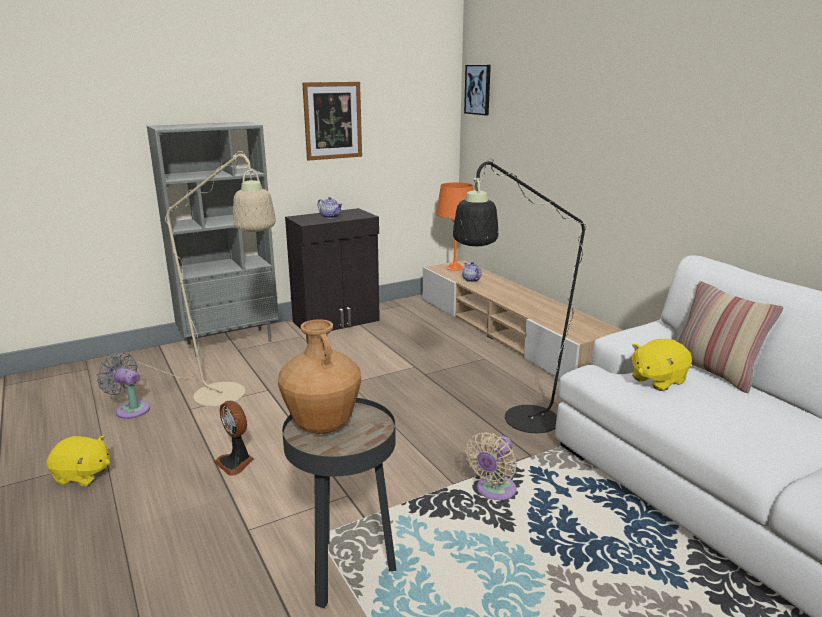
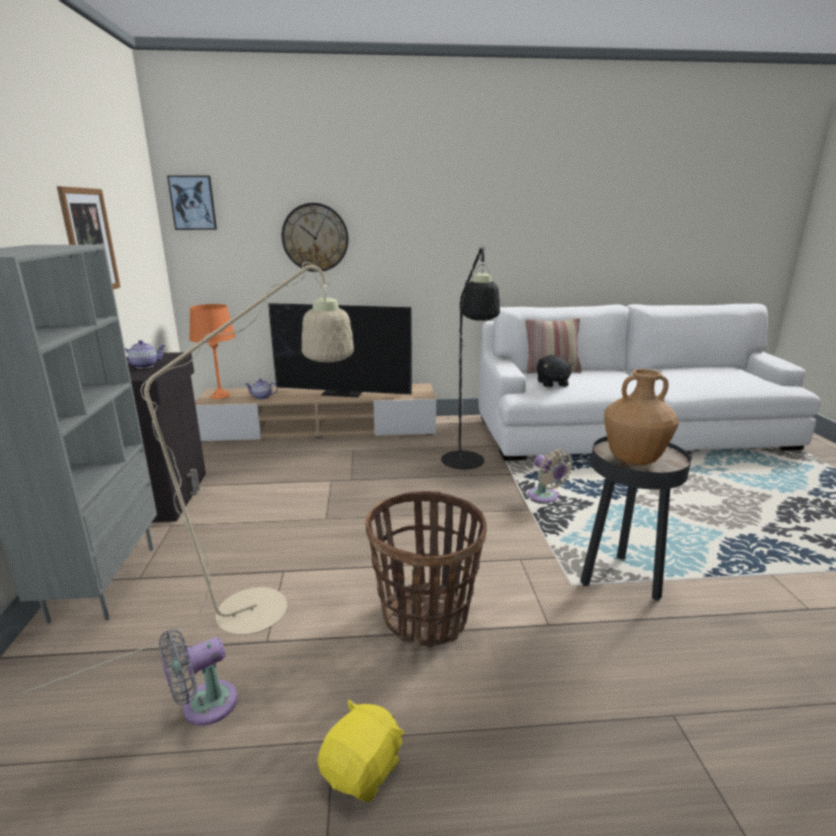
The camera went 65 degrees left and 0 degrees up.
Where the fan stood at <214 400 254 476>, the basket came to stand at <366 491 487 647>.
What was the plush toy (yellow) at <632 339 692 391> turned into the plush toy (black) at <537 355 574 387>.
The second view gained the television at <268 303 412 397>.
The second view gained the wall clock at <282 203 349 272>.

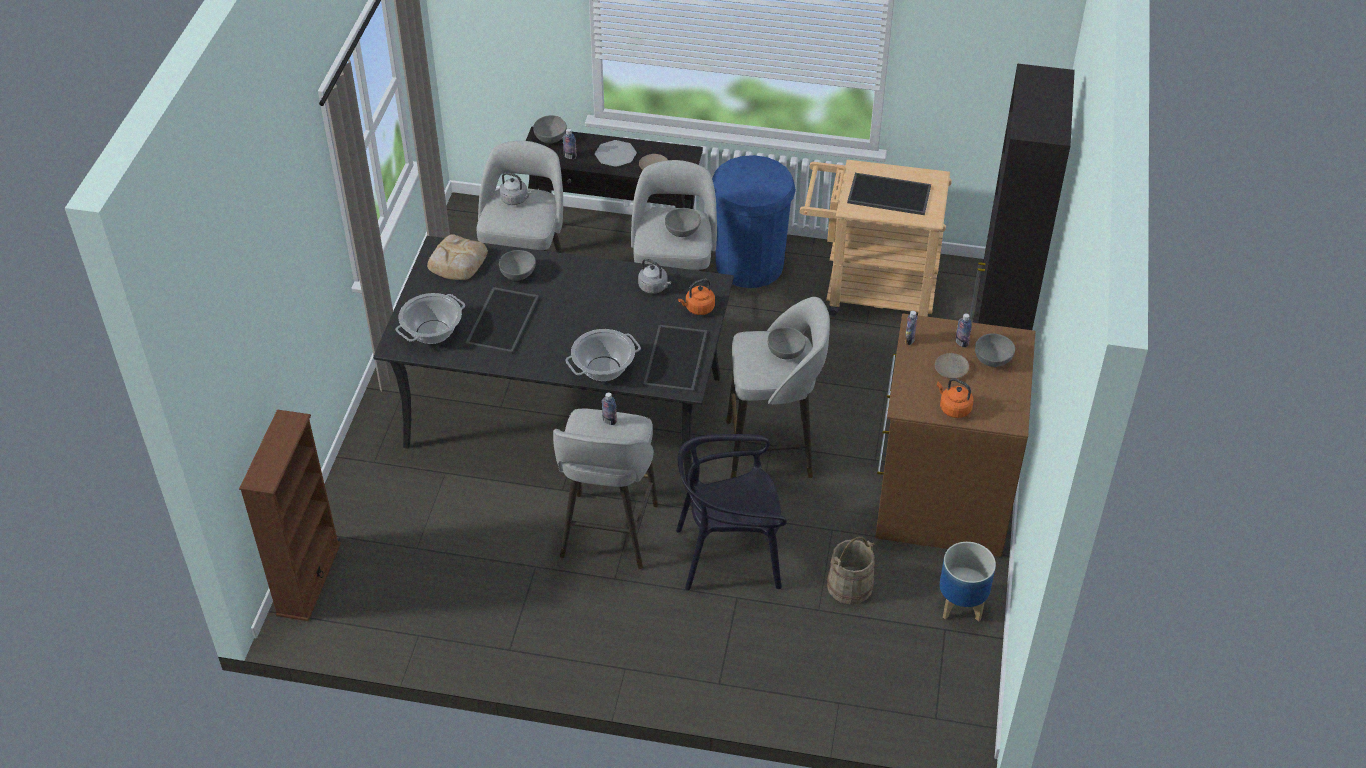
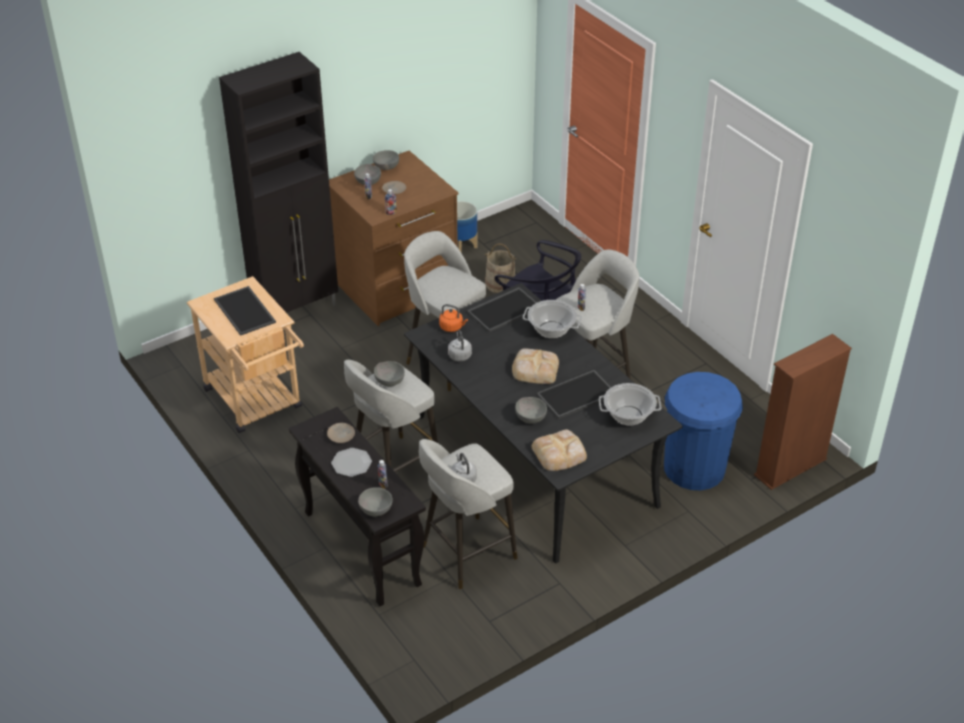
The camera went 135 degrees left and 5 degrees down.
The trash can (blue) ended up elsewhere, having gone from <712 155 796 288> to <664 372 743 490>.
The bowl (grey) ended up elsewhere, having gone from <768 327 806 360> to <373 150 399 170>.
The second view lost the kettle (orange) at <937 378 973 418>.
The second view gained the bread at <512 348 559 384>.

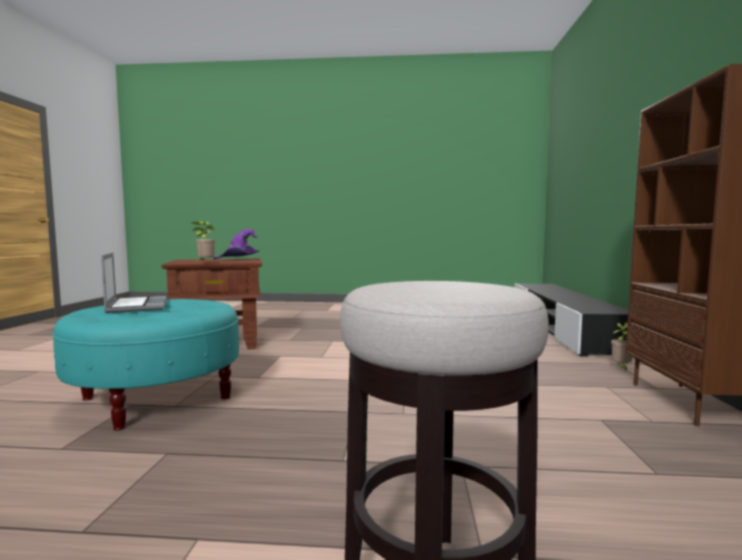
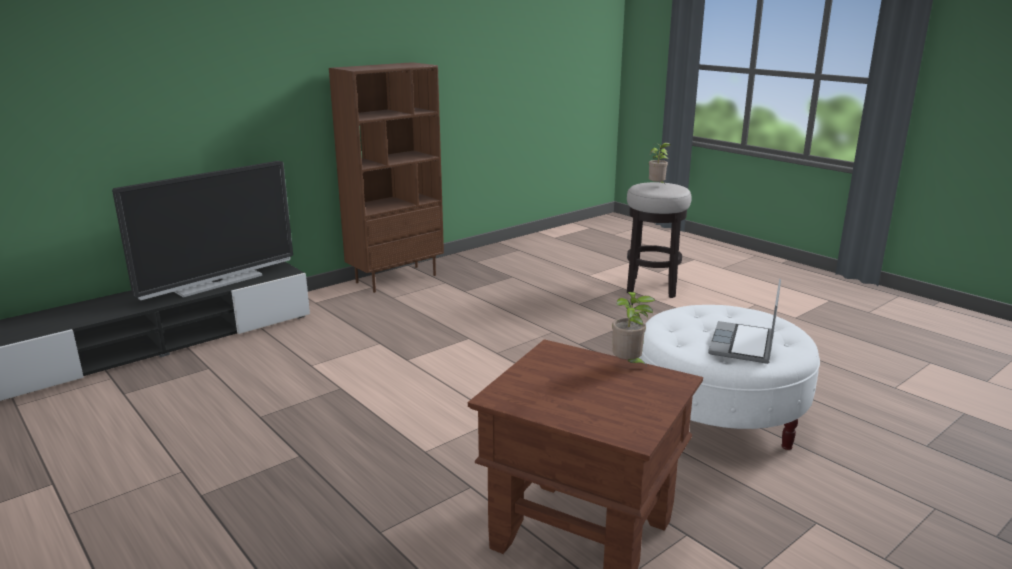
The camera went 135 degrees left and 15 degrees up.
What was the ottoman (turquoise) at <52 299 239 431> turned into the ottoman (white) at <639 305 820 450>.
The second view lost the hat (purple) at <213 229 259 259>.
The potted plant ended up elsewhere, having gone from <611 323 632 372> to <649 143 670 184>.
The second view gained the television at <112 161 293 300>.

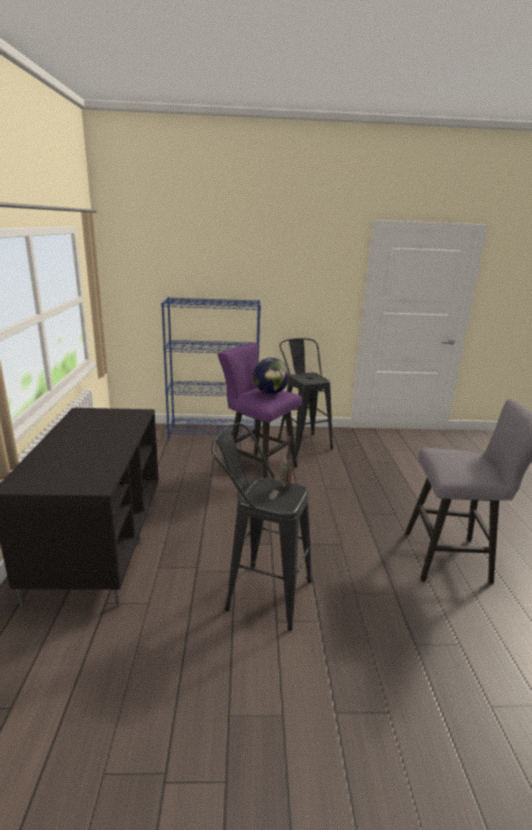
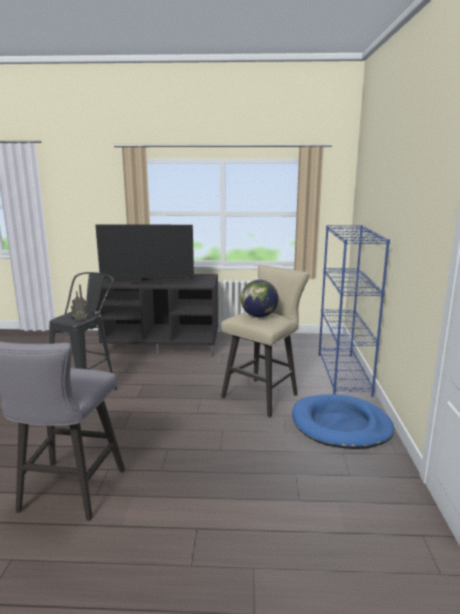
The camera went 95 degrees right and 5 degrees down.
What was the stool (purple) at <218 342 302 478> turned into the stool (beige) at <221 265 310 417>.
Where the stool (black) stood at <278 338 333 456>, the dog bed (blue) came to stand at <292 394 394 449>.
The second view gained the television at <95 224 194 284>.

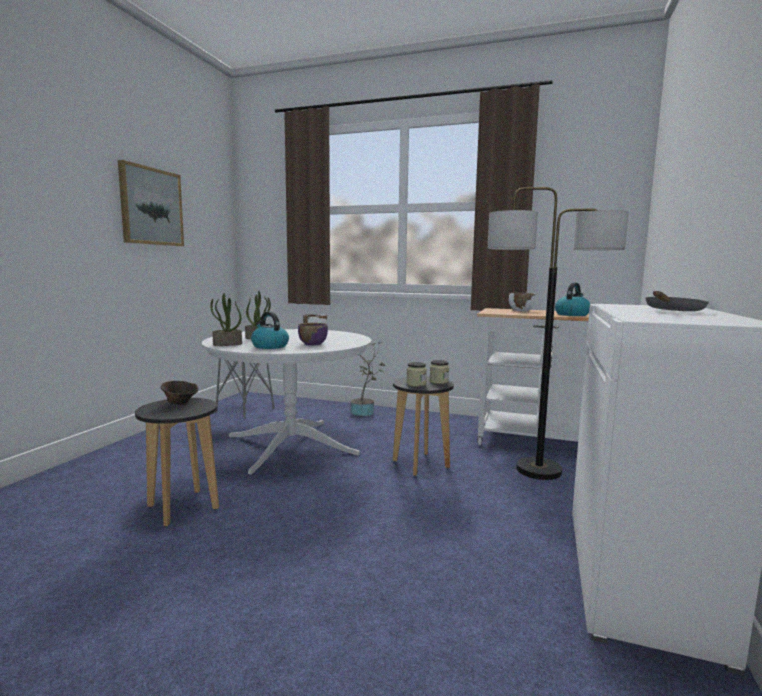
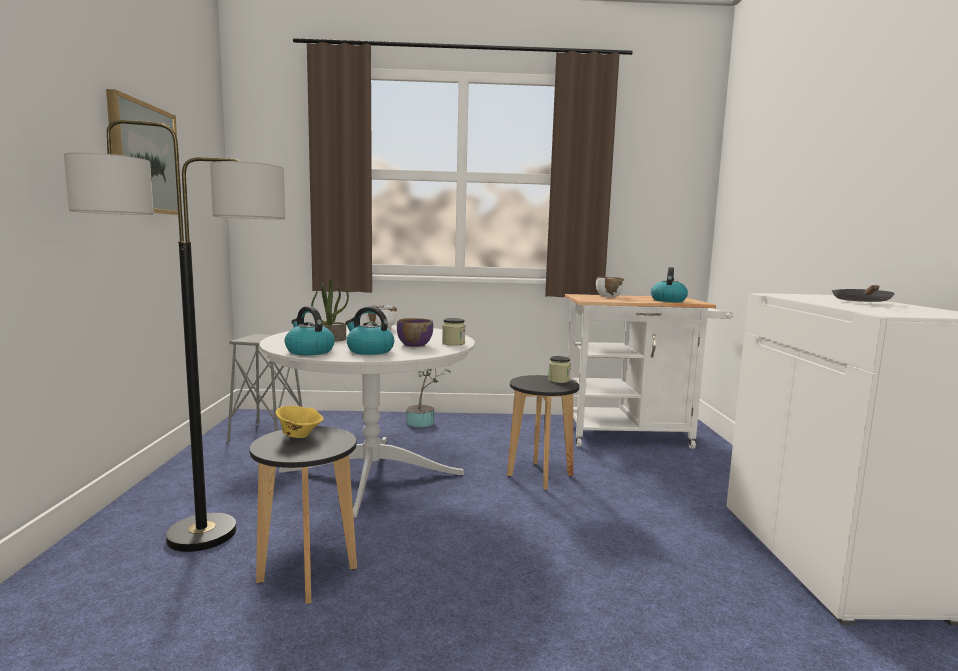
The camera went 20 degrees left and 0 degrees up.
What was the bowl (brown) at <161 381 198 405> turned into the bowl (yellow) at <276 406 324 438>.
Where the potted plant stood at <210 293 242 346>, the kettle came to stand at <285 306 335 355>.
The jar ended up elsewhere, having gone from <407 362 427 387> to <442 318 466 346>.
The floor lamp ended up elsewhere, having gone from <488 187 629 480> to <64 120 285 552>.

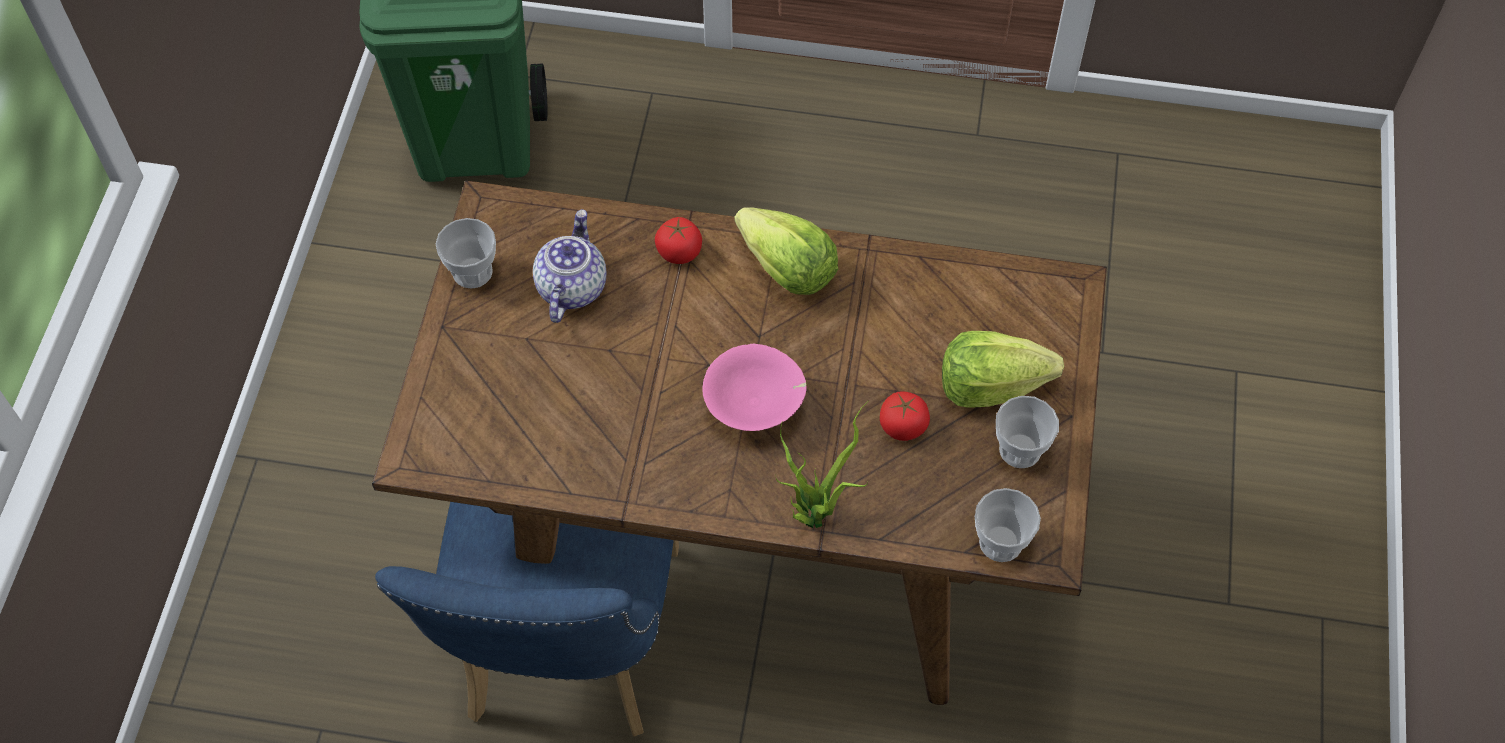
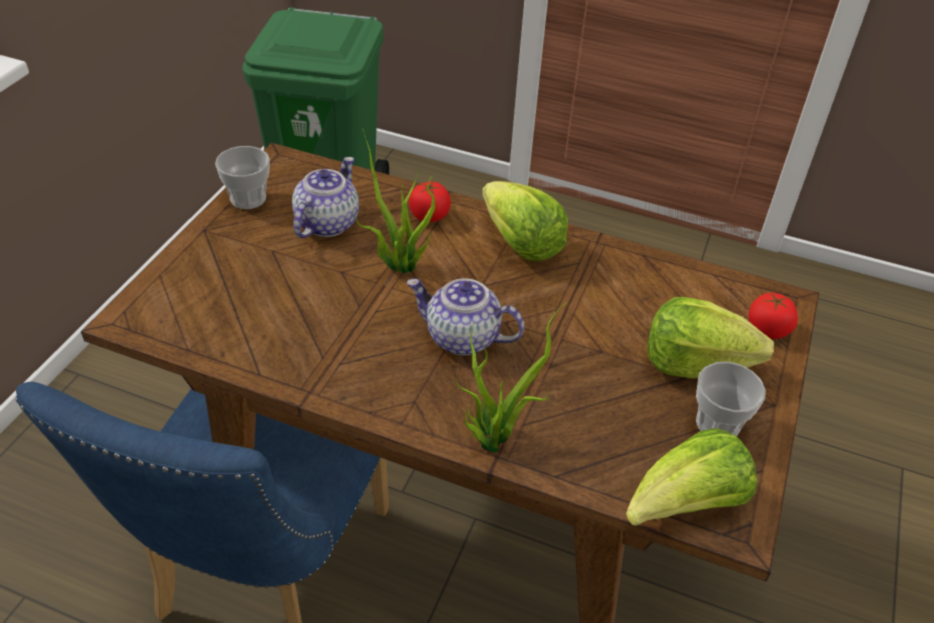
The camera went 10 degrees right and 15 degrees down.
Where the bowl (pink) stood at <702 344 807 431>, the teapot came to stand at <407 278 524 355>.
The tomato ended up elsewhere, having gone from <880 391 930 441> to <748 292 798 339>.
Where the cup stood at <975 488 1041 562>, the lettuce came to stand at <626 428 757 526>.
The second view gained the potted plant at <353 128 435 273>.

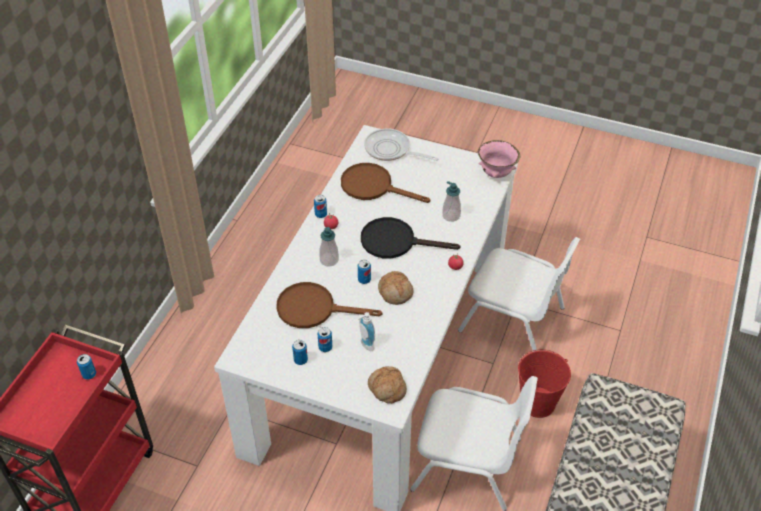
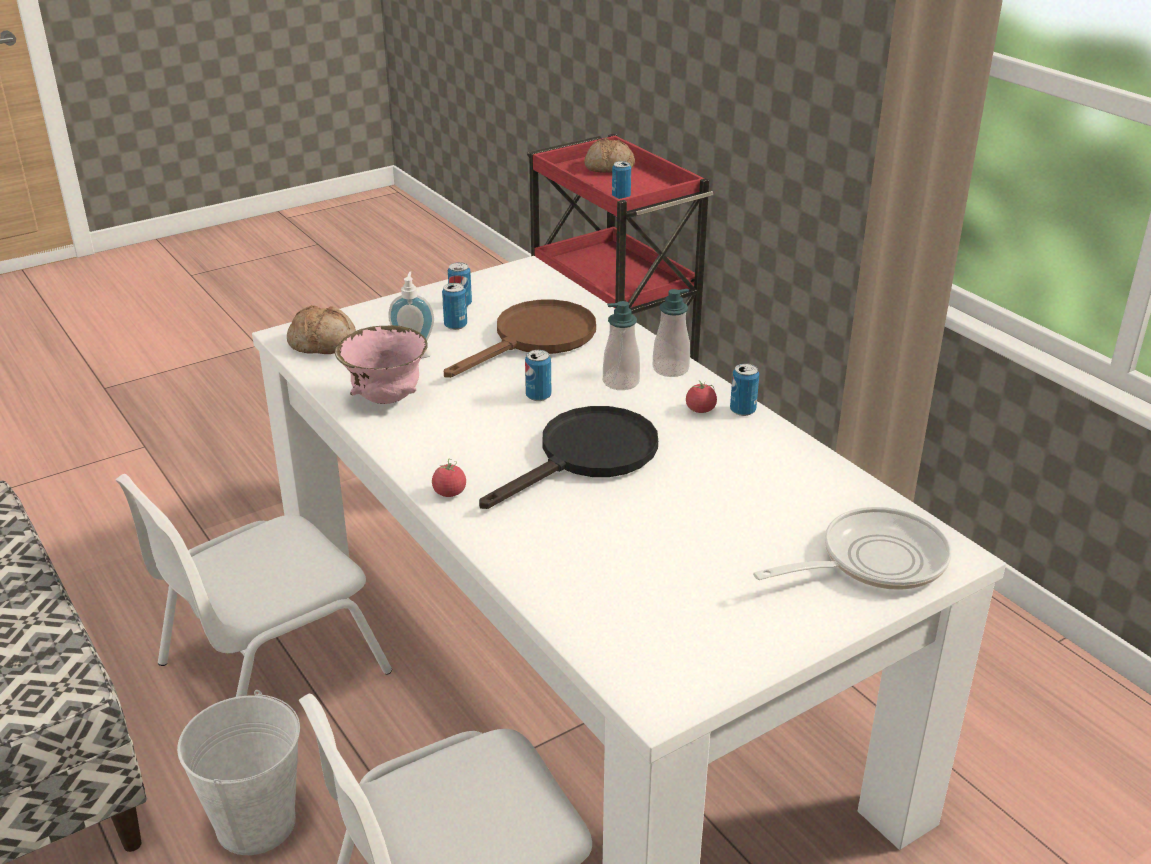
The camera went 125 degrees right and 15 degrees down.
The second view lost the frying pan (brown) at <341 163 430 203>.
The bread ended up elsewhere, having gone from <378 271 414 305> to <584 138 635 173>.
The soap dispenser ended up elsewhere, having gone from <442 181 461 222> to <653 289 690 377>.
The bowl (pink) ended up elsewhere, having gone from <478 140 520 178> to <335 325 428 404>.
What was the bucket (red) at <518 349 571 418> turned into the bucket (white) at <177 690 300 855>.

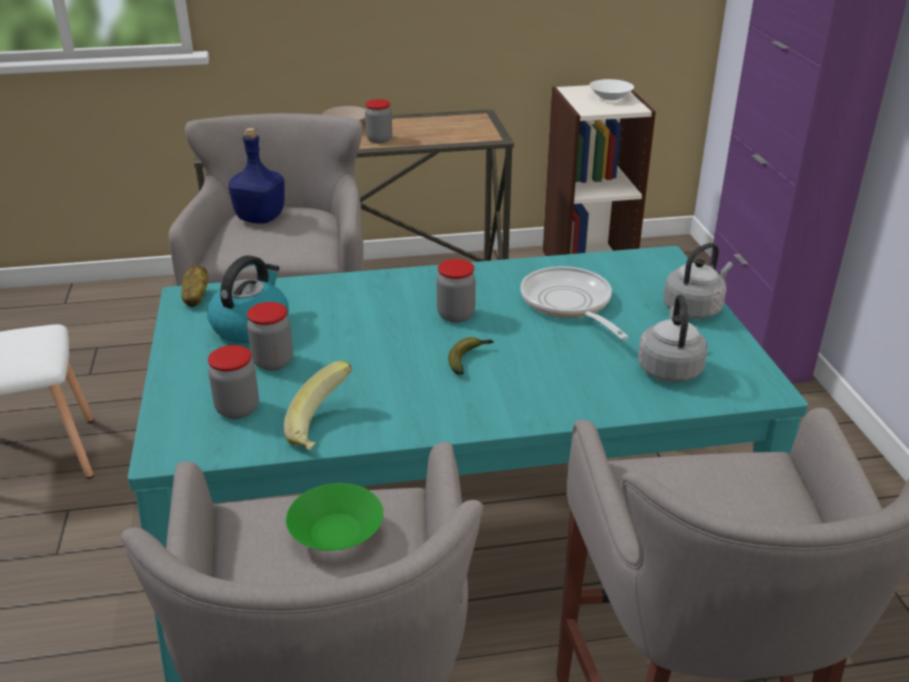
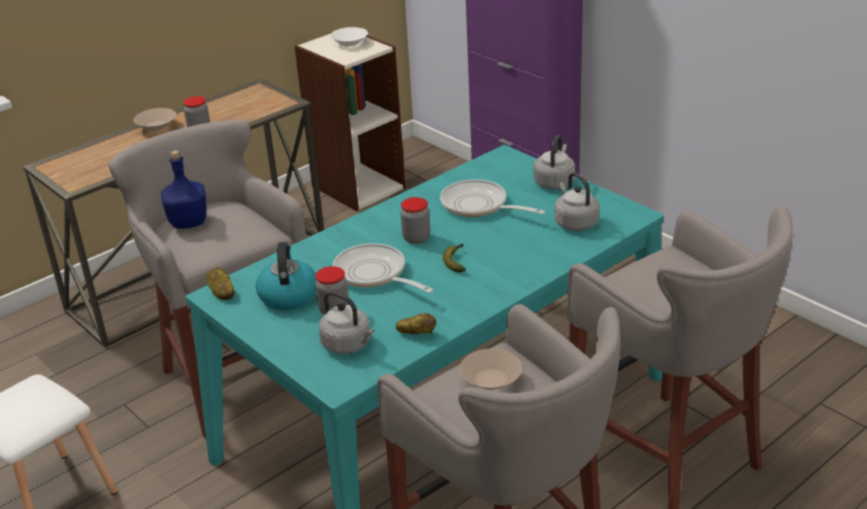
The camera went 30 degrees left and 0 degrees up.
Where the jar stood at <208 345 259 419>, the kettle (grey) came to stand at <318 291 374 354>.
Where the banana stood at <283 361 352 451>, the potato came to stand at <396 313 436 334>.
What was the bowl (green) at <286 483 383 551> turned into the bowl (beige) at <459 349 522 390>.
The second view gained the frying pan at <333 243 434 293>.

